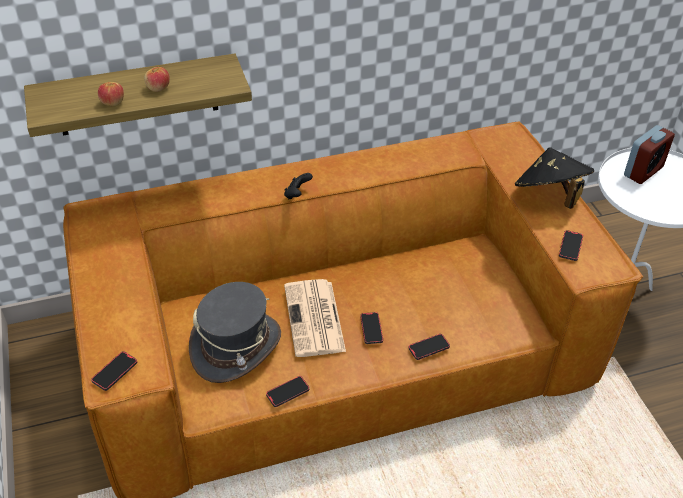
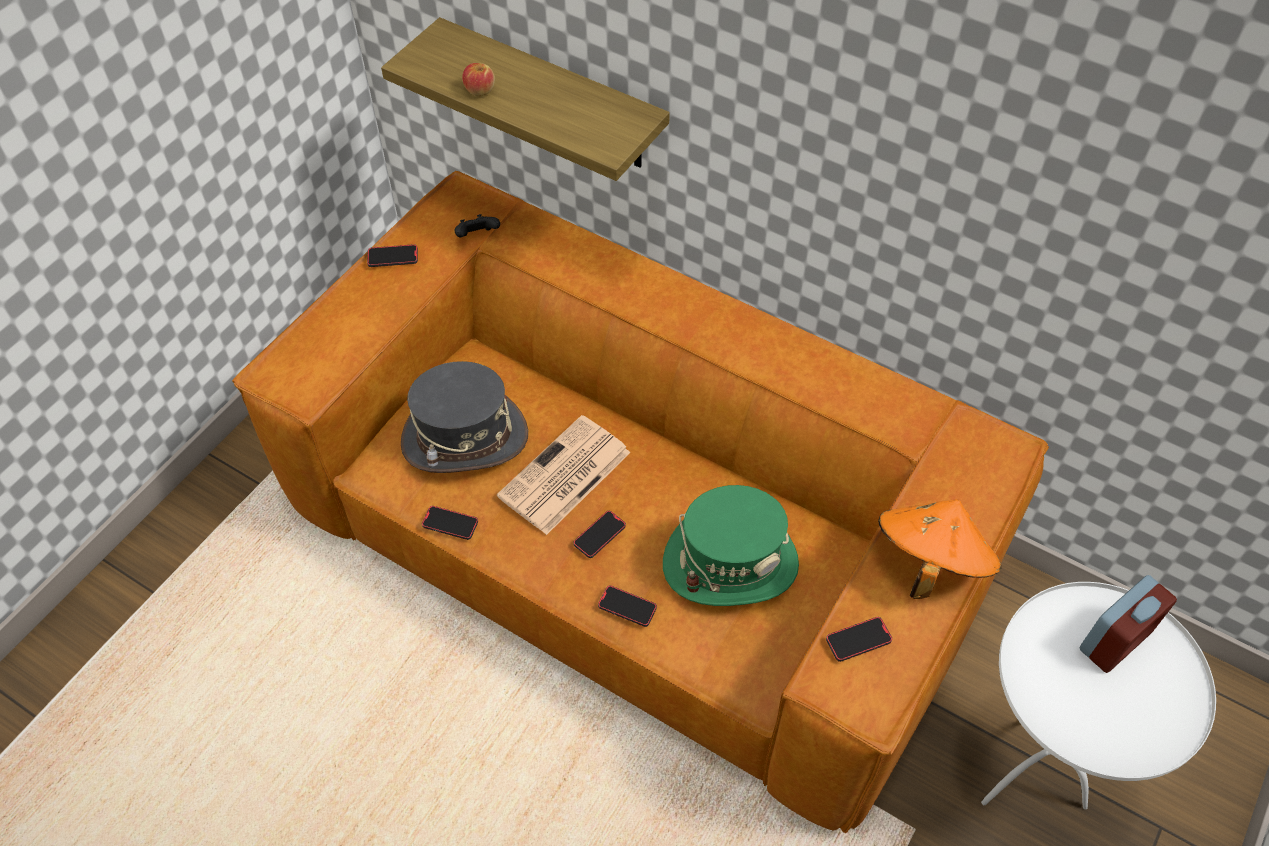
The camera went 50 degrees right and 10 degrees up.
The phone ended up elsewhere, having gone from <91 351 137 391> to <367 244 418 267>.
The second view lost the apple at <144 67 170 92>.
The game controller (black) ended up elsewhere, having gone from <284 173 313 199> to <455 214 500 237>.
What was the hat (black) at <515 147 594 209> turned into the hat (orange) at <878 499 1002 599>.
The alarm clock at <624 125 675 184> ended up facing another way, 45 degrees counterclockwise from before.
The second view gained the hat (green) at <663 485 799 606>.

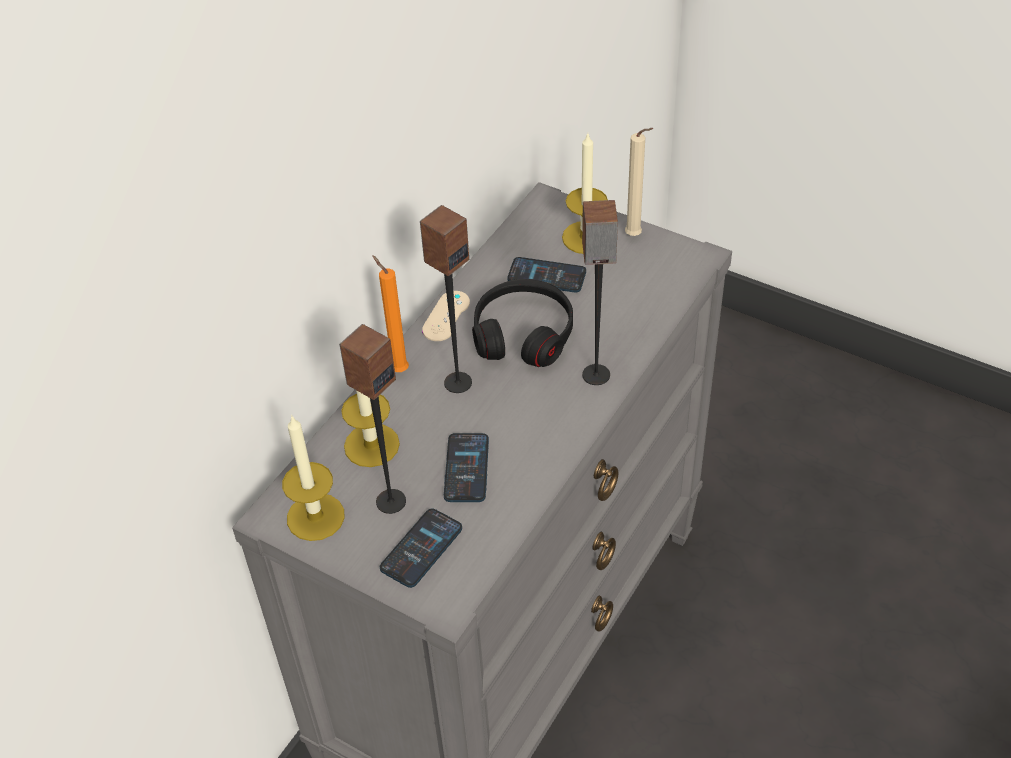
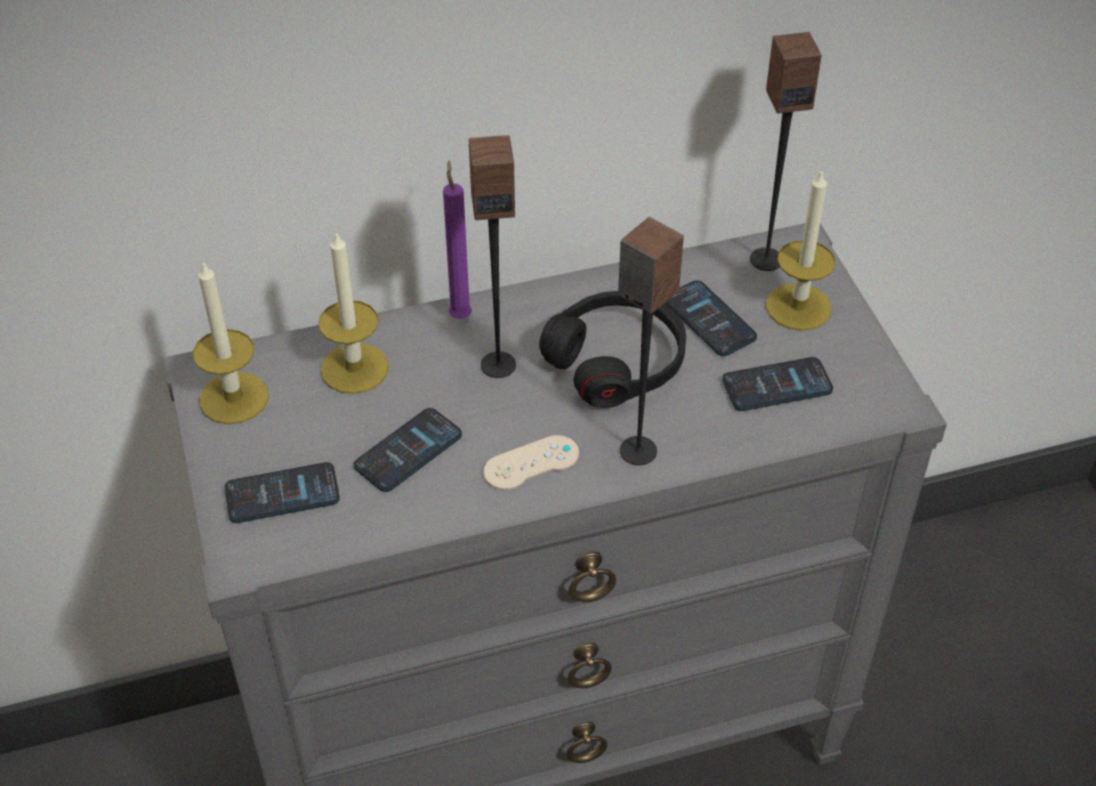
The camera went 40 degrees right and 0 degrees up.
The speaker ended up elsewhere, having gone from <339 324 406 514> to <750 32 822 271>.
What was the candle (orange) at <372 255 409 372> turned into the candle (purple) at <443 161 472 319>.
The game controller (beige) ended up elsewhere, having gone from <422 291 470 341> to <483 435 579 490>.
The second view lost the candle (beige) at <625 128 654 236>.
The second view gained the phone at <722 357 833 411>.

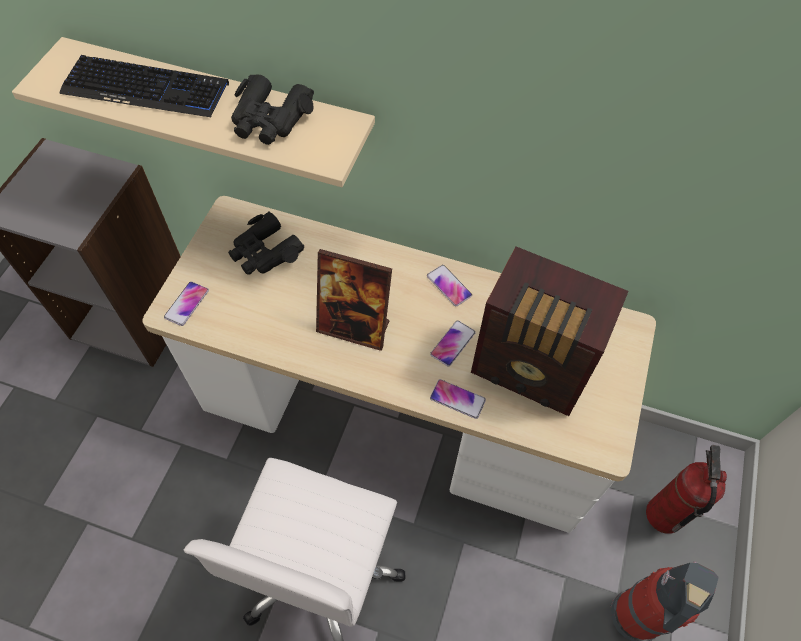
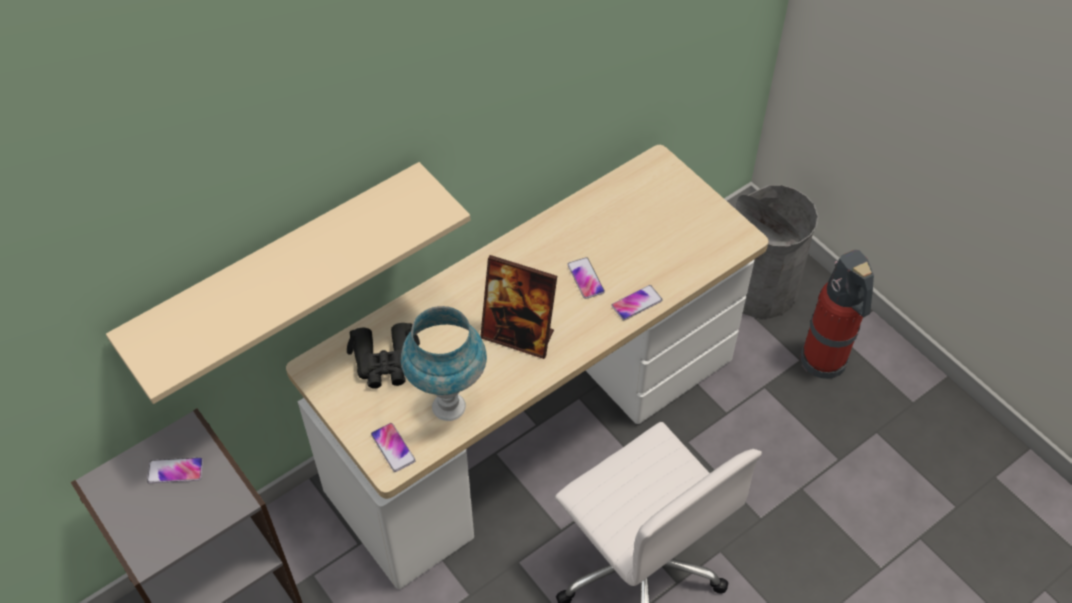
The camera went 55 degrees left and 5 degrees down.
The second view lost the keyboard at <59 55 229 117>.
The second view lost the binoculars (black) at <231 74 314 145>.
The picture frame at <316 249 392 351> ended up facing another way, 60 degrees clockwise from before.
The phone ended up elsewhere, having gone from <427 265 472 306> to <147 457 203 483>.
The second view lost the radio at <471 246 629 416>.
Where the fire extinguisher stood at <646 445 727 534>, the trash can (grey) came to stand at <736 185 819 319>.
The second view gained the table lamp (blue) at <401 306 487 421>.

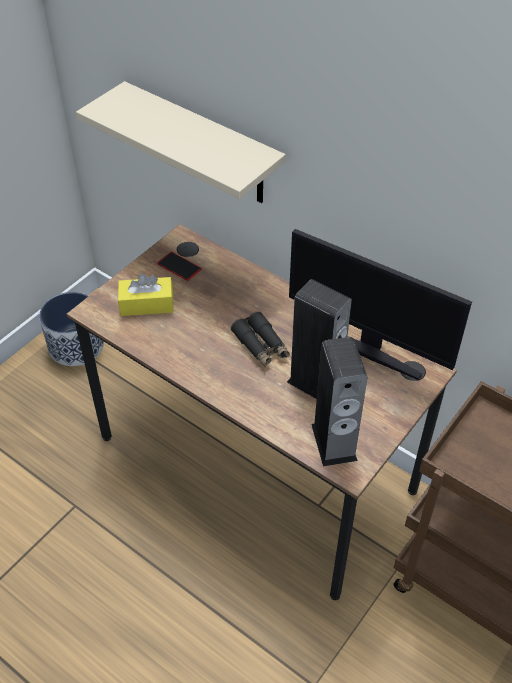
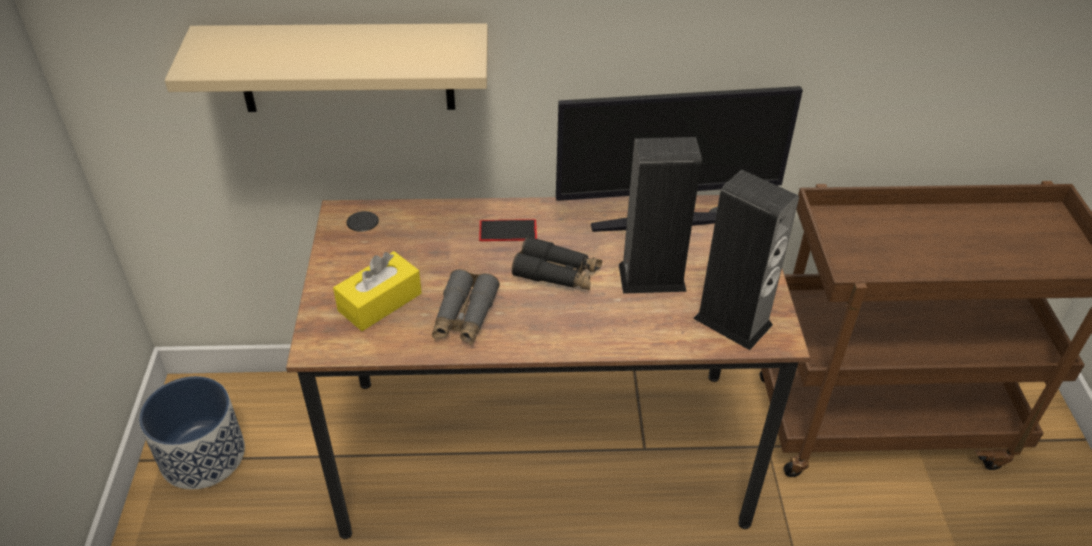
The camera went 40 degrees left and 5 degrees down.
The phone ended up elsewhere, having gone from <157 252 202 281> to <479 219 537 241>.
The second view gained the binoculars (grey) at <432 269 500 345>.

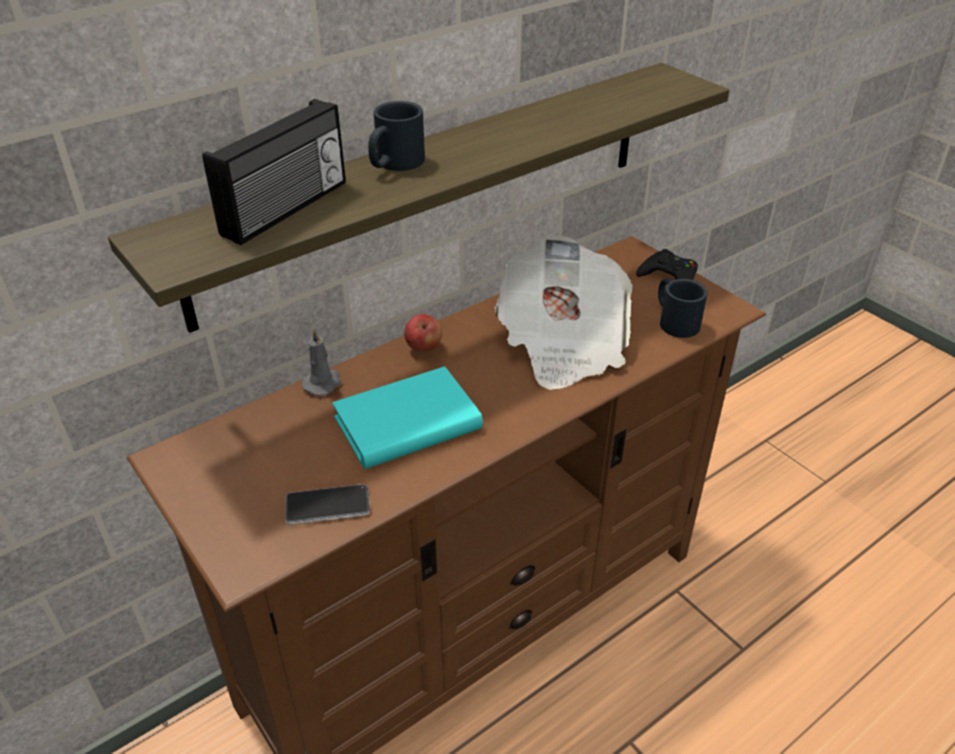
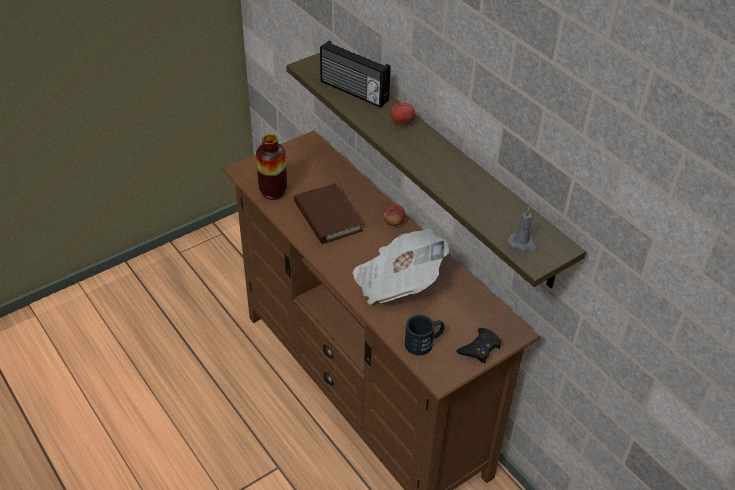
The camera went 90 degrees right and 5 degrees up.
Where the phone stood at <285 484 370 525>, the vase came to stand at <256 134 287 200>.
The candle (grey) ended up elsewhere, having gone from <302 328 341 396> to <508 208 537 252>.
What was the book (turquoise) at <332 366 483 469> turned into the book (brown) at <294 183 363 244>.
Where the mug (black) stood at <368 101 425 171>, the apple came to stand at <391 103 415 126>.

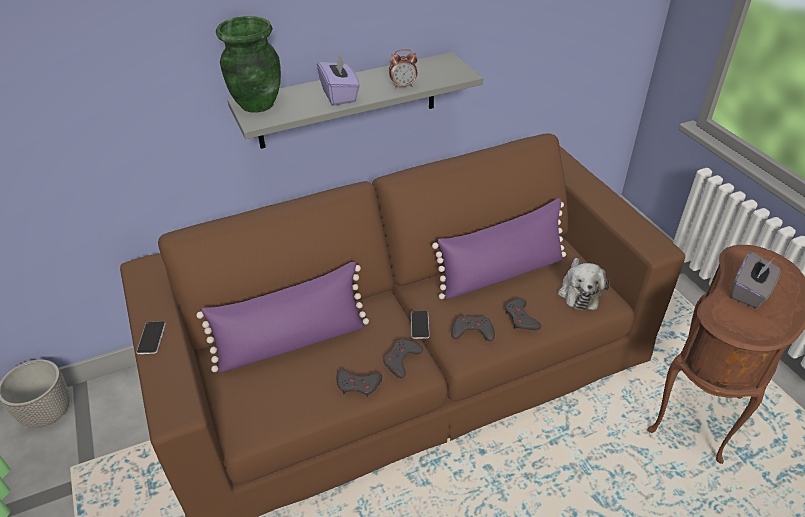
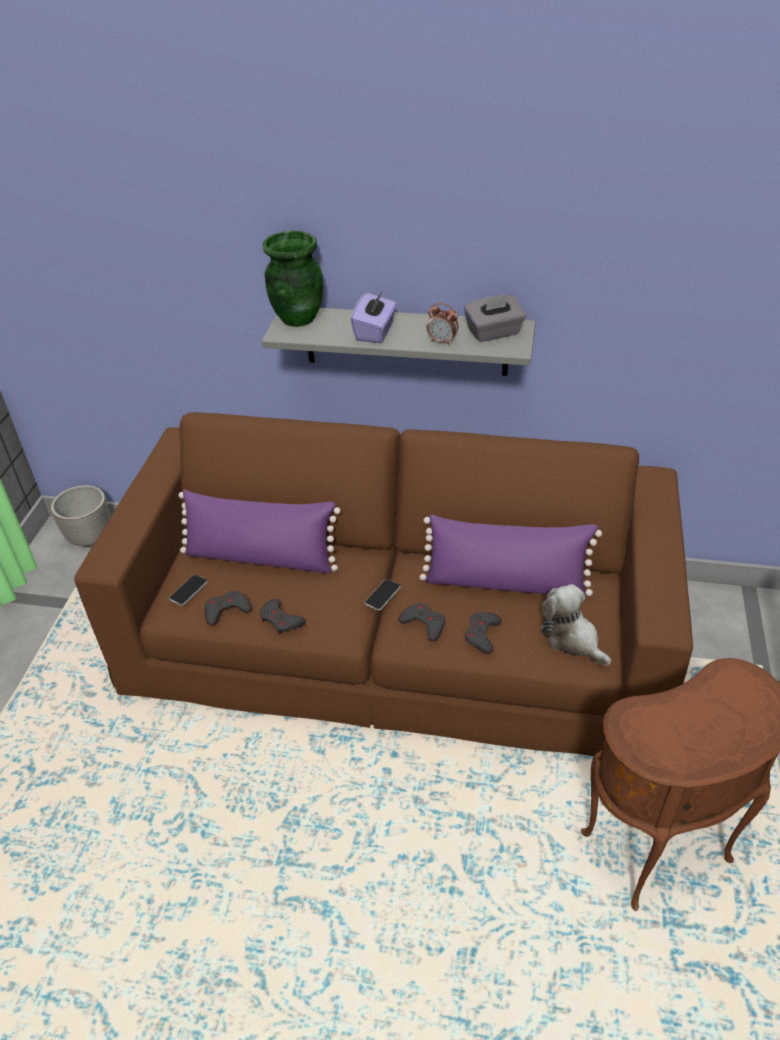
The camera went 35 degrees right and 0 degrees up.
The phone ended up elsewhere, having gone from <136 321 166 354> to <169 574 208 606>.
The game controller (grey) ended up elsewhere, having gone from <383 340 423 378> to <205 591 252 626>.
The plush toy at <558 258 609 310> ended up facing another way, 105 degrees clockwise from before.
The tissue box (grey) ended up elsewhere, having gone from <730 252 781 308> to <464 295 526 342>.

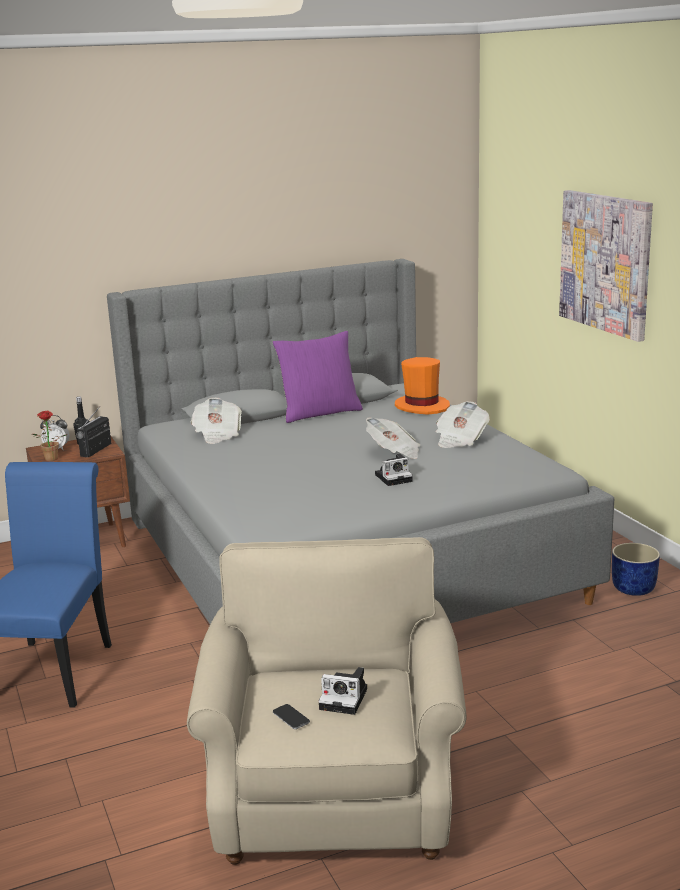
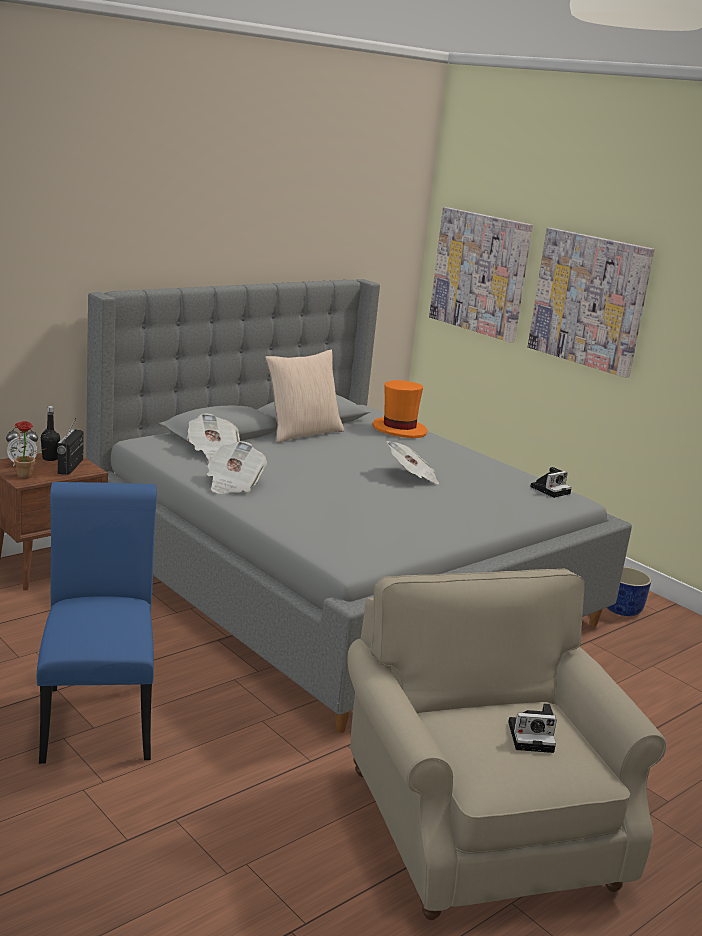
The camera went 20 degrees left and 0 degrees up.
What was the pillow (purple) at <272 331 363 423> turned into the pillow (beige) at <265 350 344 443>.
The second view lost the phone at <273 704 310 729>.
The photo camera ended up elsewhere, having gone from <375 453 413 486> to <530 467 572 498>.
The newspaper ended up elsewhere, having gone from <436 401 489 448> to <207 441 267 494>.
The second view gained the picture at <429 207 533 342>.

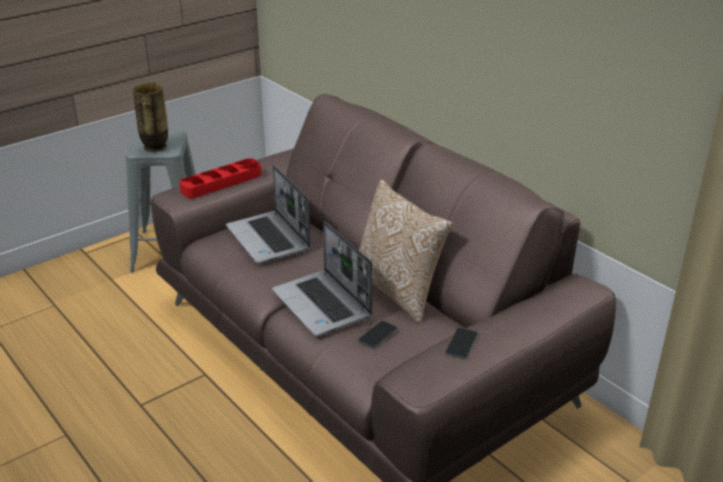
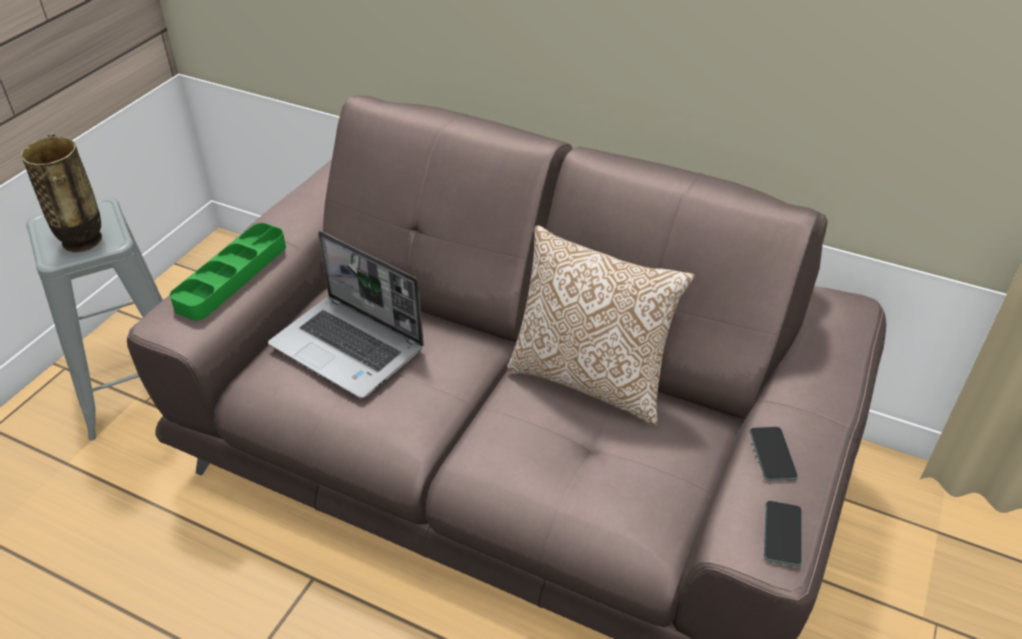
The camera went 25 degrees left and 10 degrees up.
What was the tray (red) at <179 158 261 198> turned into the tray (green) at <170 223 286 320>.
The second view lost the laptop at <272 221 373 336>.
The phone ended up elsewhere, having gone from <358 321 397 348> to <764 501 802 566>.

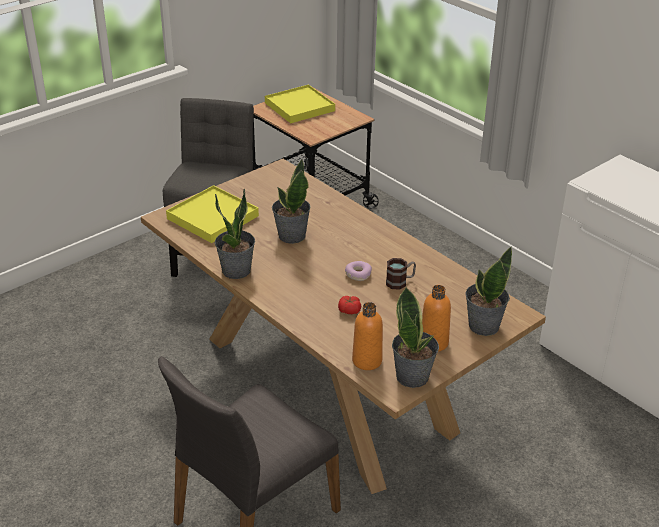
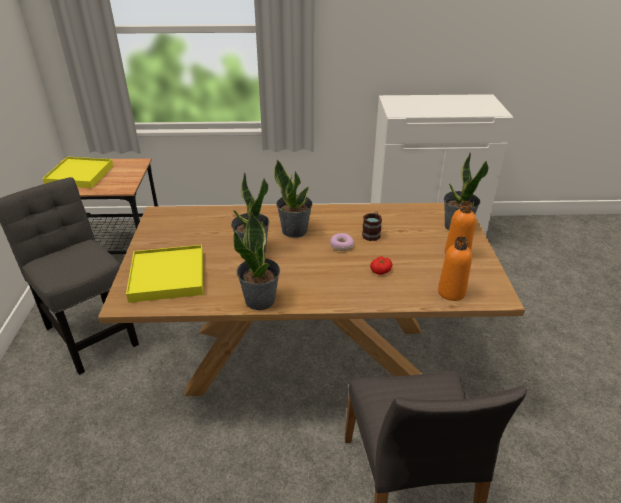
The camera went 50 degrees left and 0 degrees up.
The potted plant ended up elsewhere, having gone from <392 287 439 388> to <274 160 312 238>.

